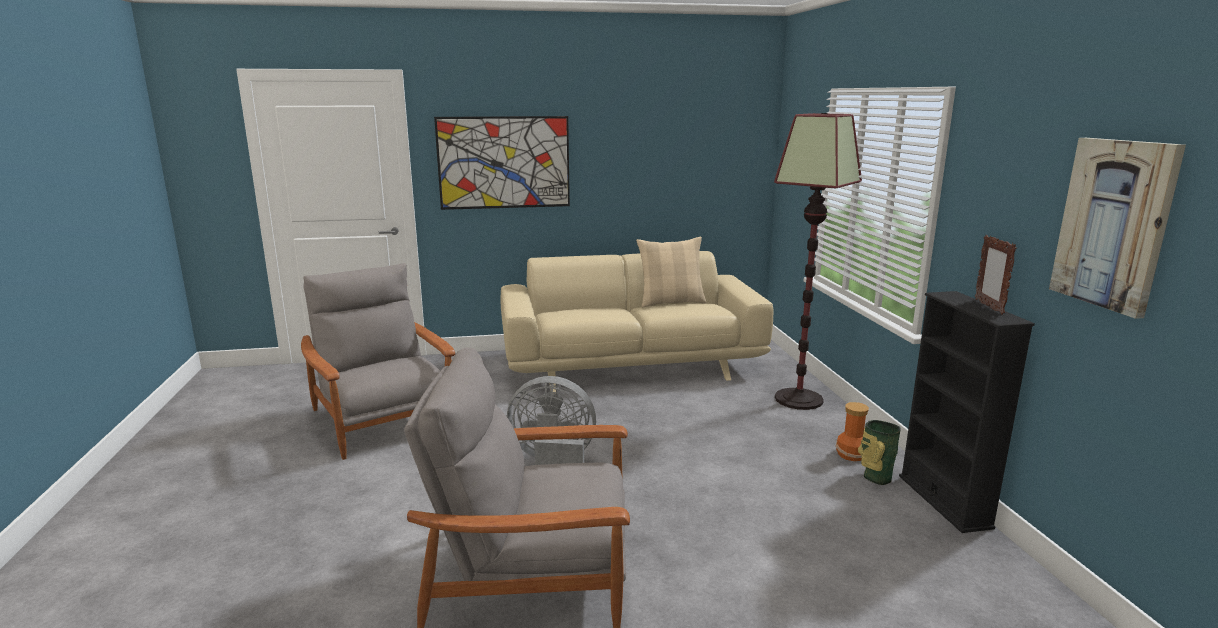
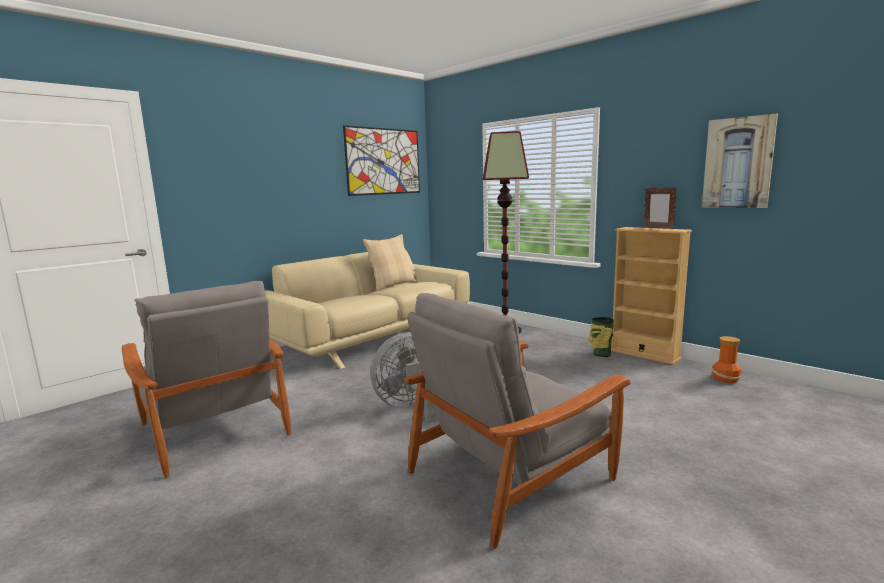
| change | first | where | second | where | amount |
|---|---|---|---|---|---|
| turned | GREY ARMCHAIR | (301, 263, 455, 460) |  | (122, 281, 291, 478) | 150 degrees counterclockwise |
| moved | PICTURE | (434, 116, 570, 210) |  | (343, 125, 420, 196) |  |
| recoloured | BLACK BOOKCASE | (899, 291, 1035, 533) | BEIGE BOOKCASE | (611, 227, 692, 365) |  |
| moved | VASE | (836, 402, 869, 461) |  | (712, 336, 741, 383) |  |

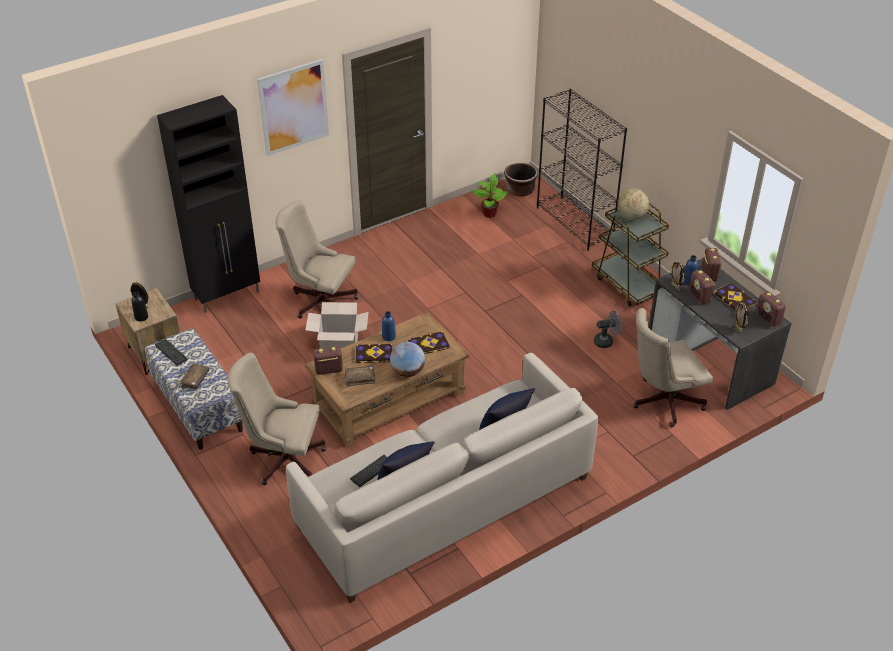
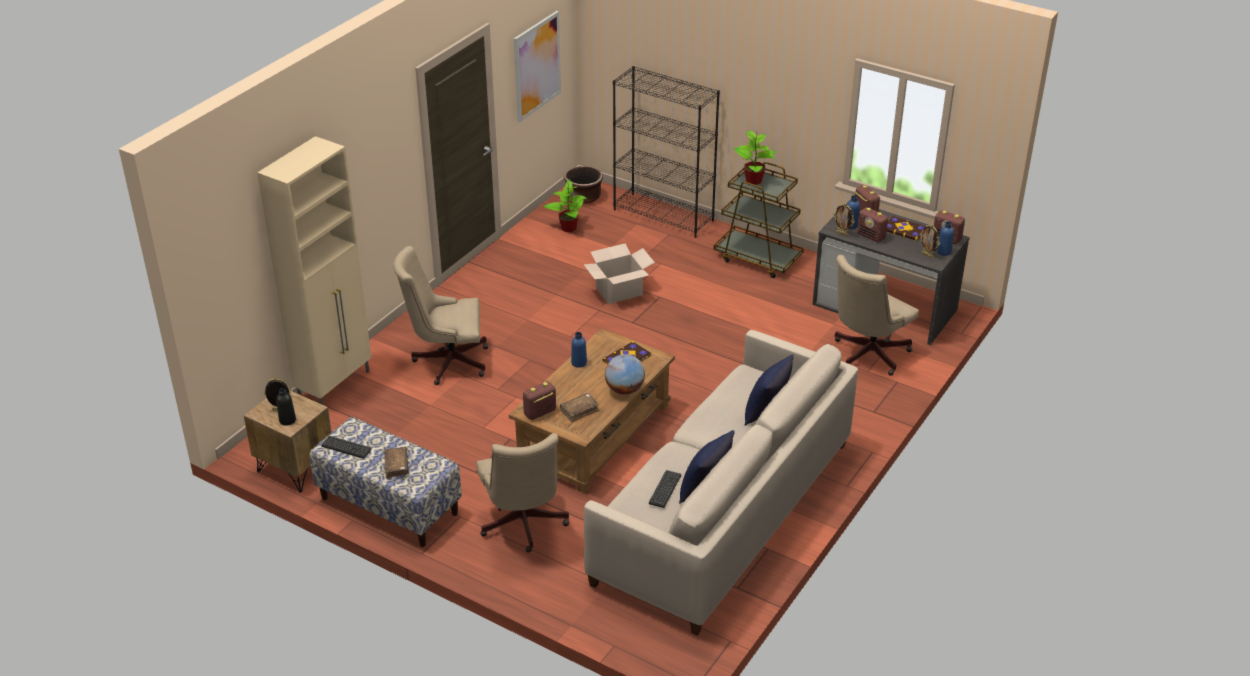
| change | first | where | second | where | amount |
|---|---|---|---|---|---|
| recoloured | BLACK CABINET | (157, 95, 260, 313) | BEIGE CABINET | (257, 136, 371, 405) |  |
| turned | BEIGE OFFICE CHAIR | (228, 353, 326, 485) |  | (477, 433, 569, 552) | 90 degrees counterclockwise |
| moved | PICTURE | (257, 59, 329, 156) |  | (514, 11, 561, 122) |  |
| moved | CARDBOARD BOX | (306, 302, 369, 349) |  | (584, 244, 655, 304) |  |
| replaced | GLOBE | (617, 188, 649, 220) | POTTED PLANT | (733, 130, 777, 185) |  |
| added |  |  | BLUE BOTTLE | (937, 221, 954, 256) |  |
| removed | BOOK | (356, 344, 393, 364) |  |  |  |
| removed | GREY FAN | (594, 310, 621, 348) |  |  |  |

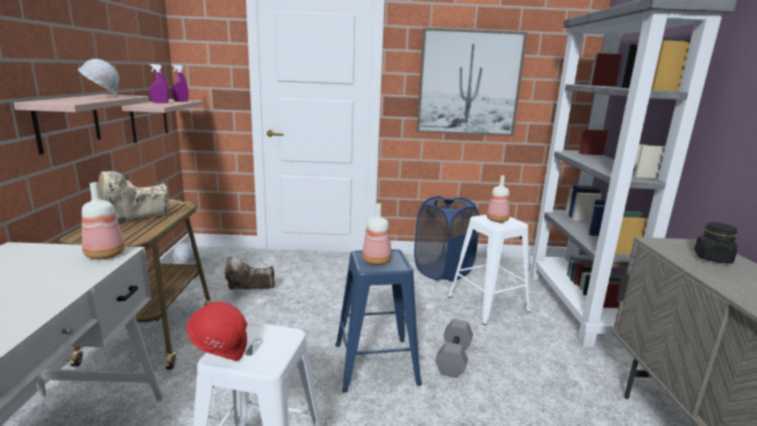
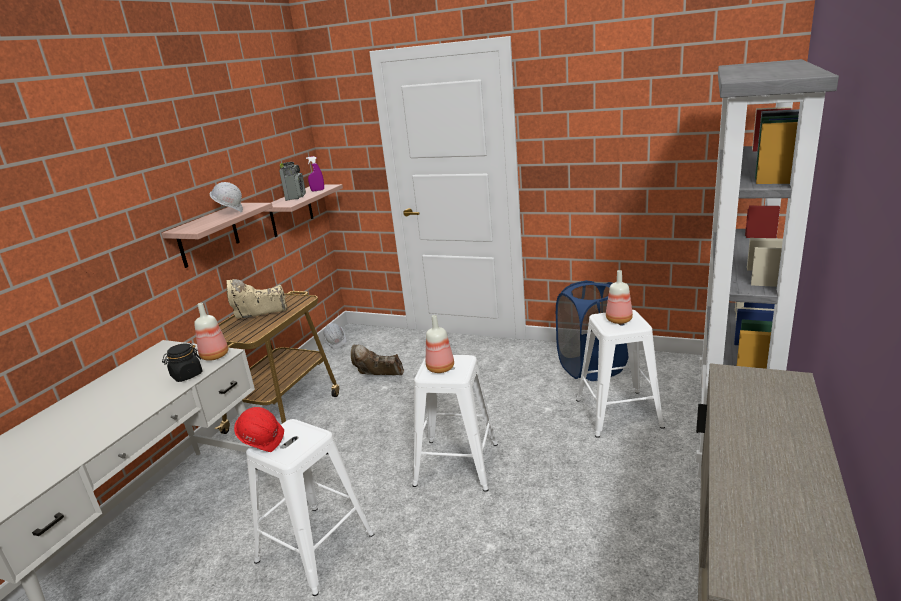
| change | first | where | second | where | amount |
|---|---|---|---|---|---|
| moved | BLACK JAR | (694, 222, 737, 264) |  | (162, 343, 203, 382) |  |
| replaced | PURPLE SPRAY BOTTLE | (149, 64, 169, 103) | RADIO | (279, 162, 306, 201) |  |
| recoloured | BLUE STOOL | (335, 249, 422, 392) | WHITE STOOL | (412, 355, 498, 492) |  |
| removed | PICTURE | (417, 28, 527, 136) |  |  |  |
| removed | GREY DUMBBELL | (435, 319, 473, 378) |  |  |  |

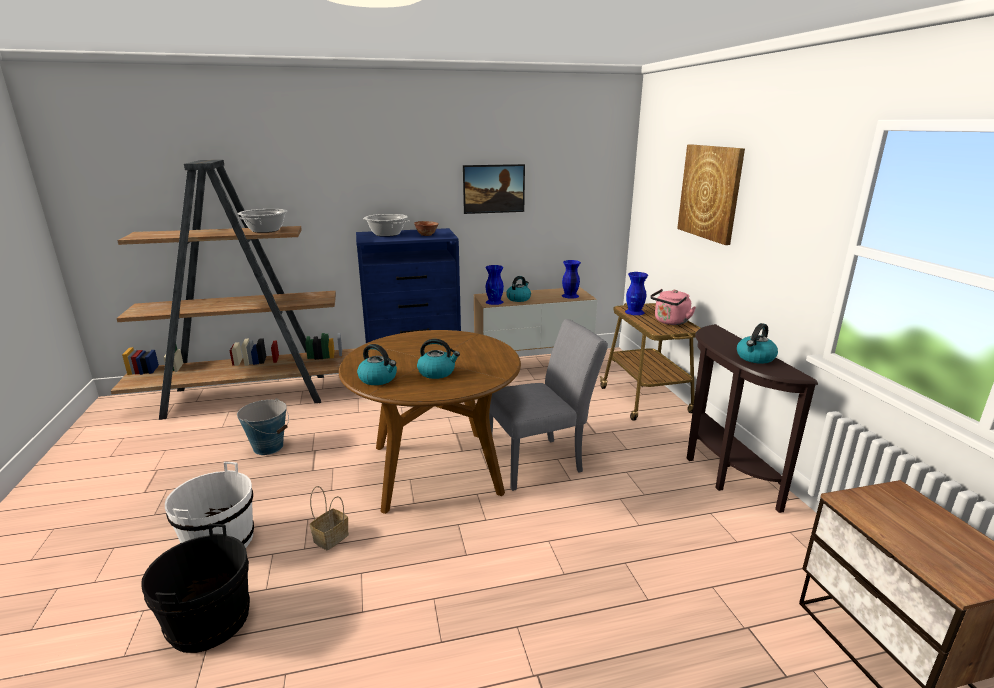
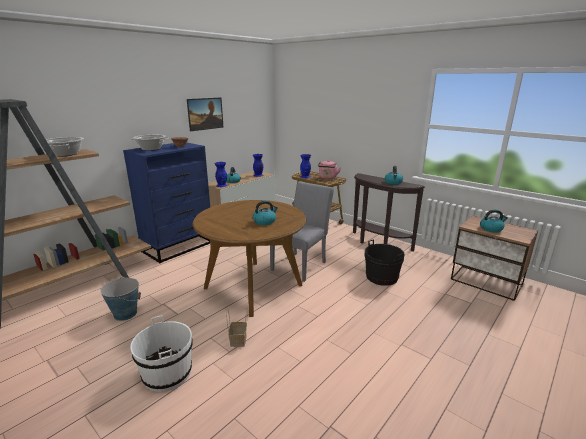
| change | first | where | second | where | amount |
|---|---|---|---|---|---|
| moved | BLACK BUCKET | (141, 524, 250, 653) |  | (365, 239, 404, 286) |  |
| moved | KETTLE | (357, 344, 397, 385) |  | (480, 210, 508, 233) |  |
| removed | PICTURE | (677, 144, 745, 245) |  |  |  |

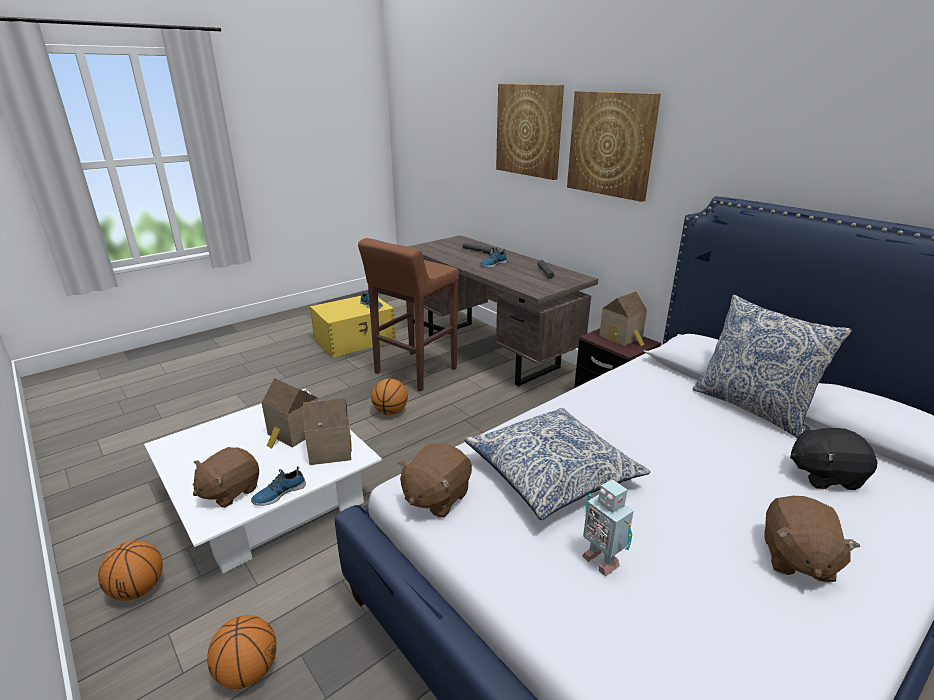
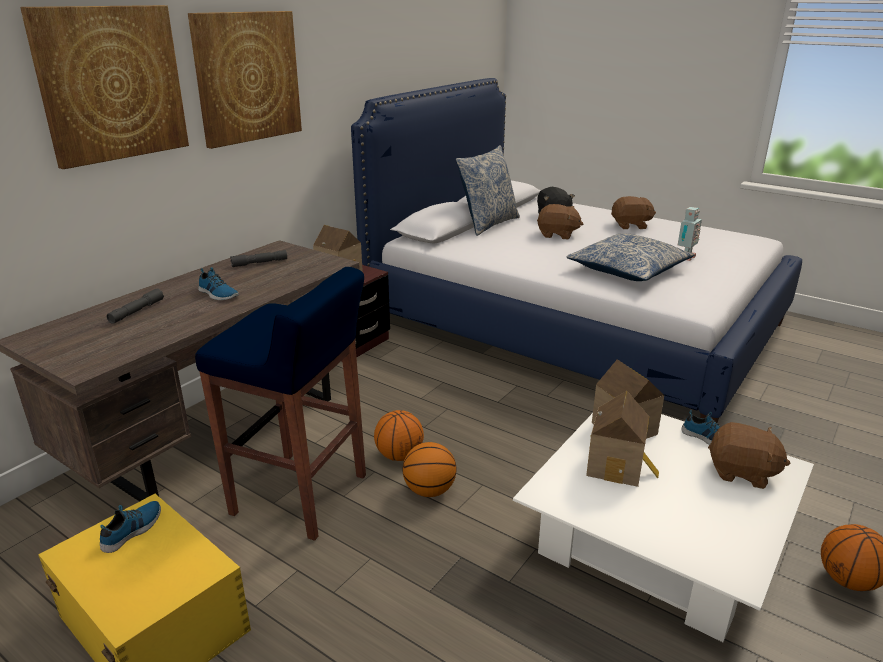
| change | first | where | second | where | amount |
|---|---|---|---|---|---|
| recoloured | BROWN STOOL | (358, 238, 459, 391) | BLUE STOOL | (195, 267, 366, 541) |  |
| moved | BASKETBALL | (207, 615, 277, 689) |  | (374, 410, 424, 461) |  |
| moved | BROWN PLUSH TOY | (398, 443, 472, 518) |  | (537, 204, 583, 239) |  |

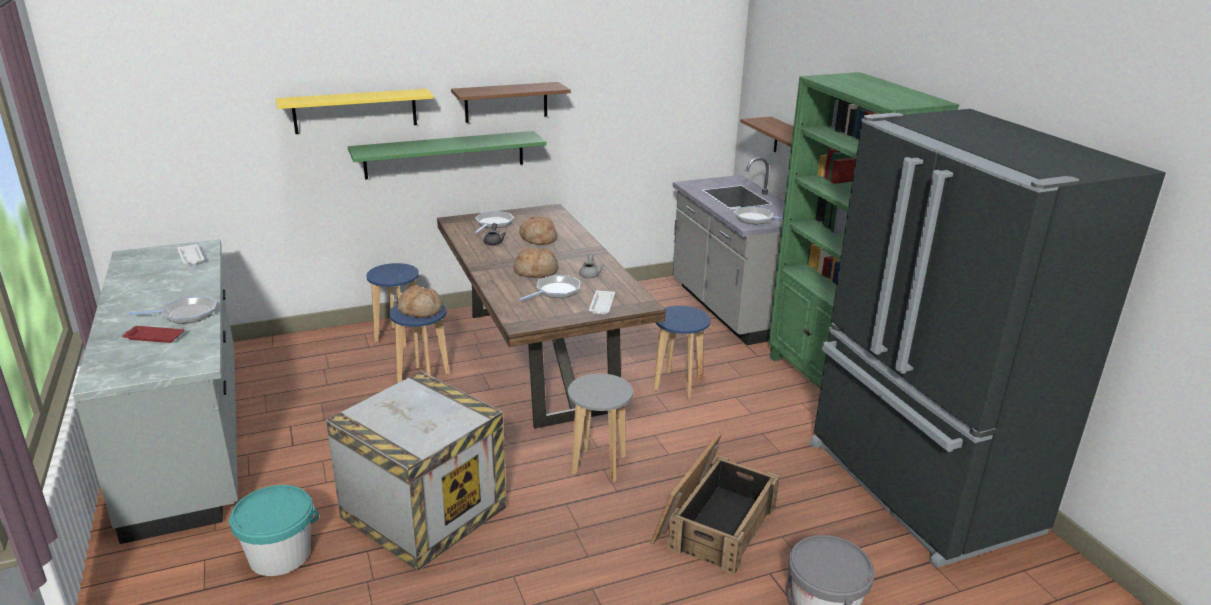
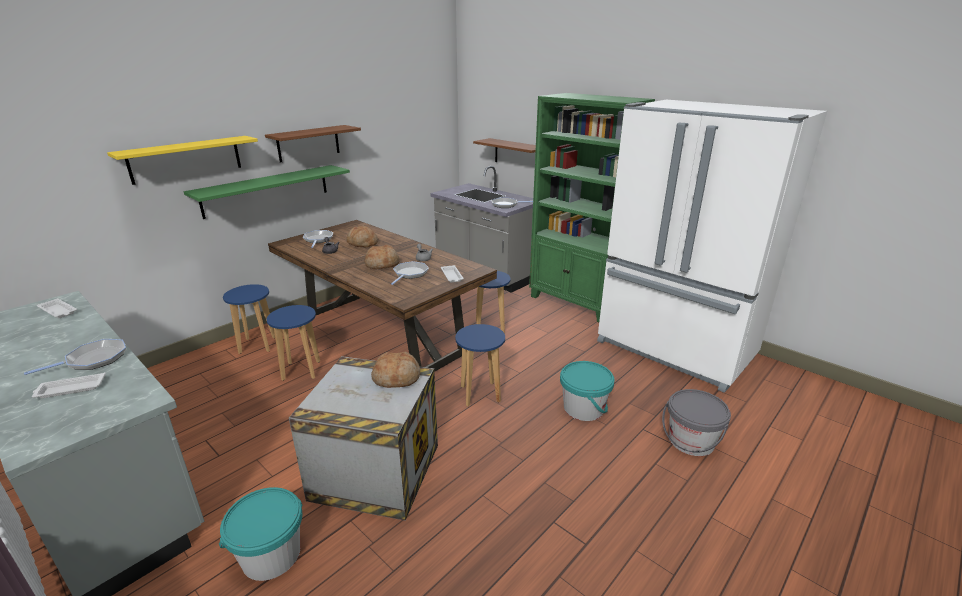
| change | first | where | second | where | amount |
|---|---|---|---|---|---|
| recoloured | RED TRAY | (122, 326, 185, 343) | WHITE TRAY | (32, 372, 106, 398) |  |
| moved | BREAD | (397, 285, 443, 318) |  | (371, 352, 420, 388) |  |
| recoloured | GREY STOOL | (568, 373, 633, 482) | BLUE STOOL | (455, 324, 505, 406) |  |
| replaced | CRATE | (650, 433, 780, 575) | TURQUOISE BUCKET | (560, 361, 615, 421) |  |
| recoloured | BLACK FRIDGE | (810, 109, 1166, 568) | WHITE FRIDGE | (597, 100, 827, 393) |  |

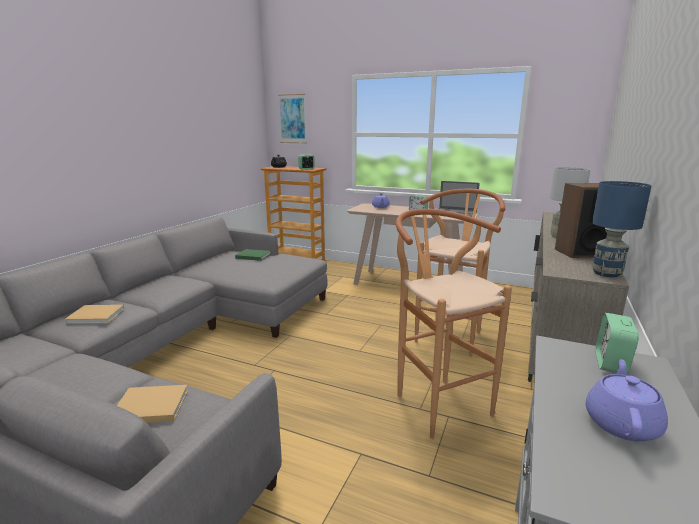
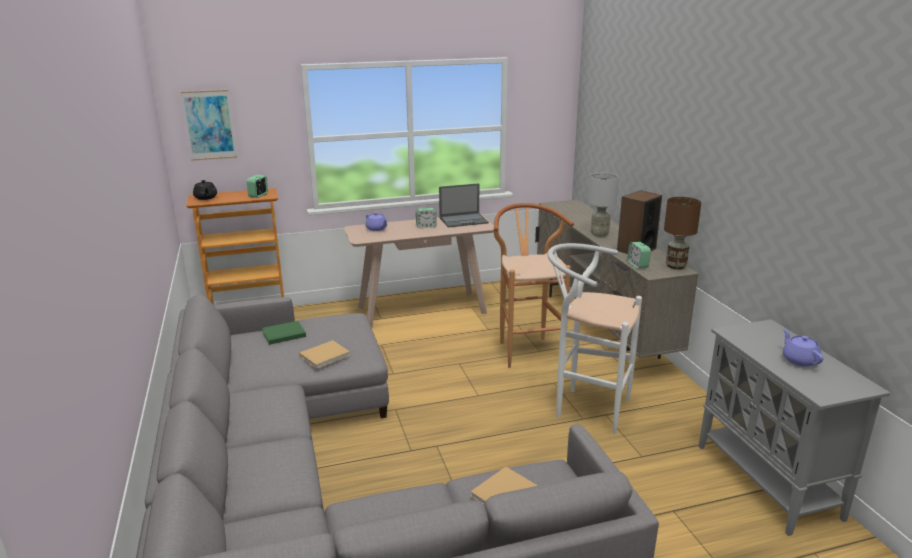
| change | first | where | second | where | amount |
|---|---|---|---|---|---|
| moved | BEIGE BOOK | (65, 305, 124, 324) |  | (299, 340, 350, 369) |  |
| recoloured | BROWN STOOL | (396, 209, 512, 439) | WHITE STOOL | (547, 243, 642, 434) |  |
| moved | ALARM CLOCK | (595, 313, 639, 375) |  | (627, 242, 651, 269) |  |
| recoloured | BLUE TABLE LAMP | (592, 181, 652, 277) | BROWN TABLE LAMP | (664, 197, 701, 269) |  |

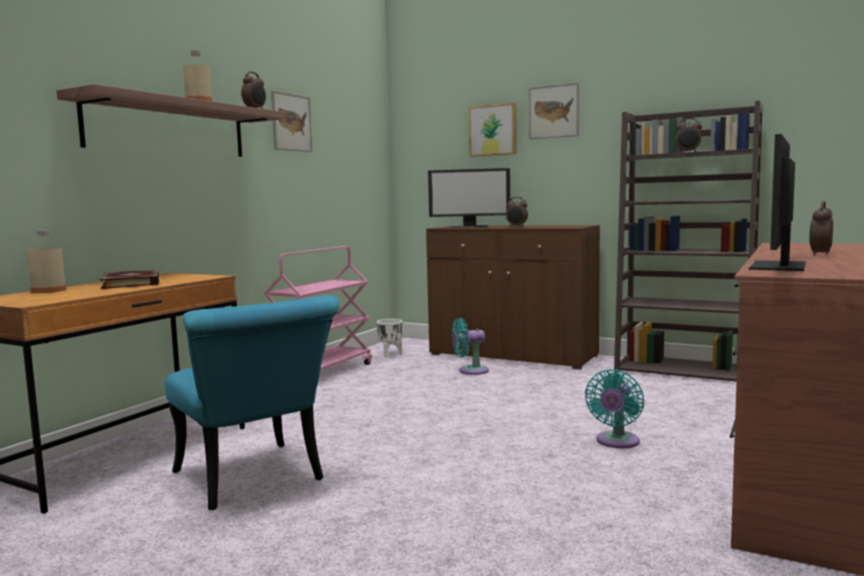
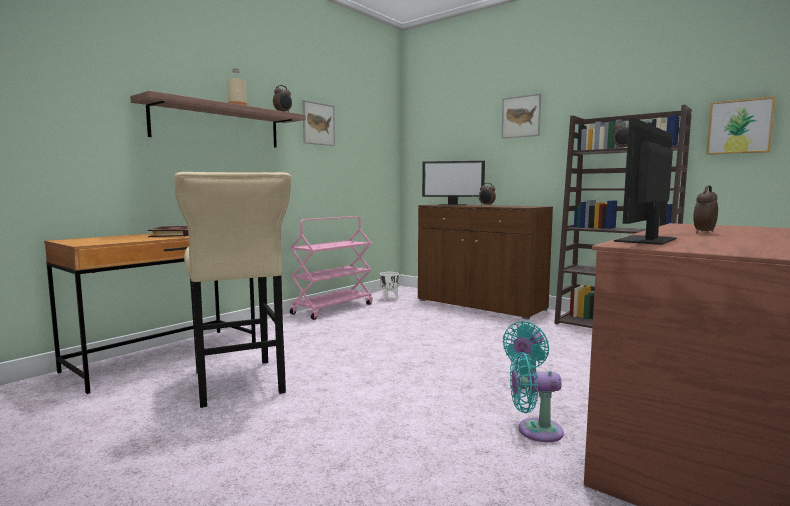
| change | first | where | second | where | amount |
|---|---|---|---|---|---|
| replaced | TURQUOISE CHAIR | (165, 295, 339, 510) | BEIGE STOOL | (174, 172, 291, 408) |  |
| moved | TURQUOISE FAN | (452, 318, 489, 375) |  | (510, 352, 564, 442) |  |
| moved | PICTURE | (469, 103, 517, 156) |  | (706, 96, 776, 155) |  |
| removed | BEIGE BOTTLE | (27, 231, 67, 293) |  |  |  |

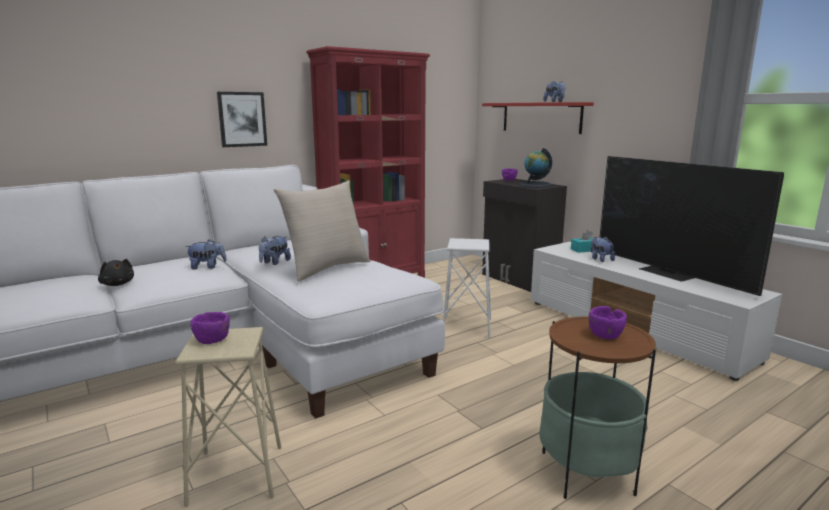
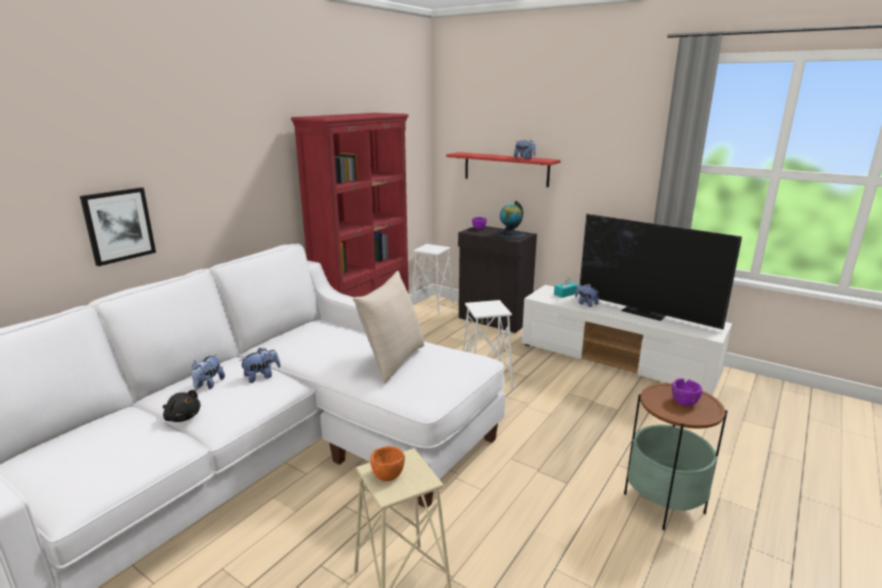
| change | first | where | second | where | amount |
|---|---|---|---|---|---|
| moved | PICTURE | (217, 92, 267, 147) |  | (80, 187, 156, 266) |  |
| moved | PLUSH TOY | (259, 236, 291, 265) |  | (191, 354, 225, 391) |  |
| recoloured | PURPLE BOWL | (190, 312, 230, 344) | ORANGE BOWL | (370, 446, 405, 481) |  |
| added |  |  | WHITE STOOL | (411, 244, 454, 314) |  |

